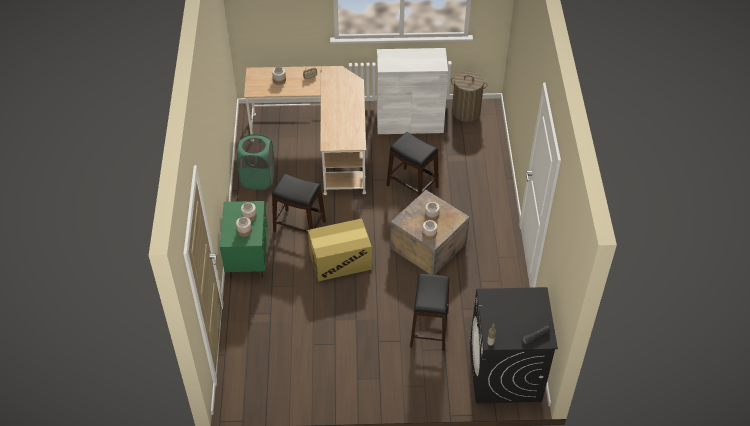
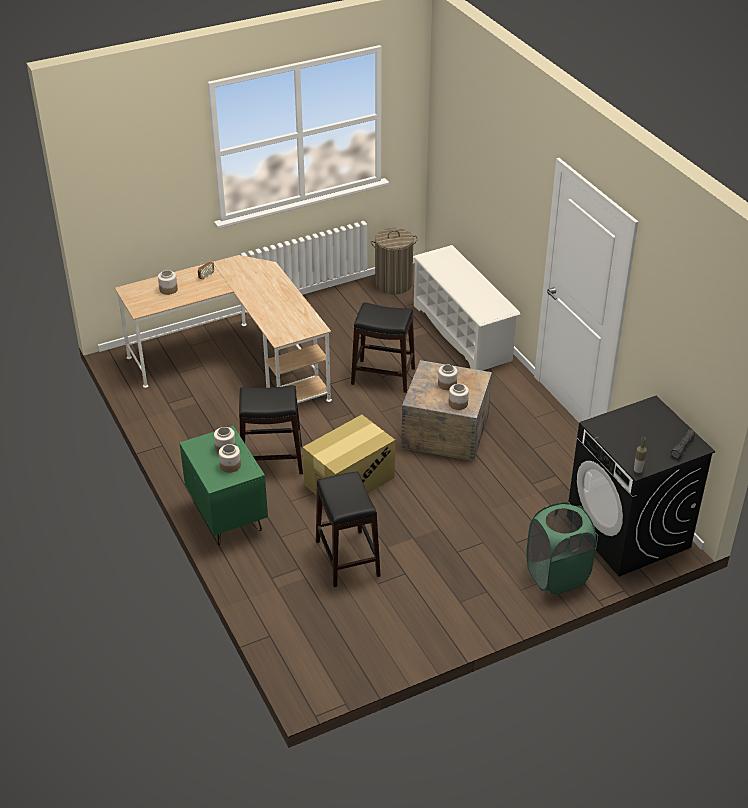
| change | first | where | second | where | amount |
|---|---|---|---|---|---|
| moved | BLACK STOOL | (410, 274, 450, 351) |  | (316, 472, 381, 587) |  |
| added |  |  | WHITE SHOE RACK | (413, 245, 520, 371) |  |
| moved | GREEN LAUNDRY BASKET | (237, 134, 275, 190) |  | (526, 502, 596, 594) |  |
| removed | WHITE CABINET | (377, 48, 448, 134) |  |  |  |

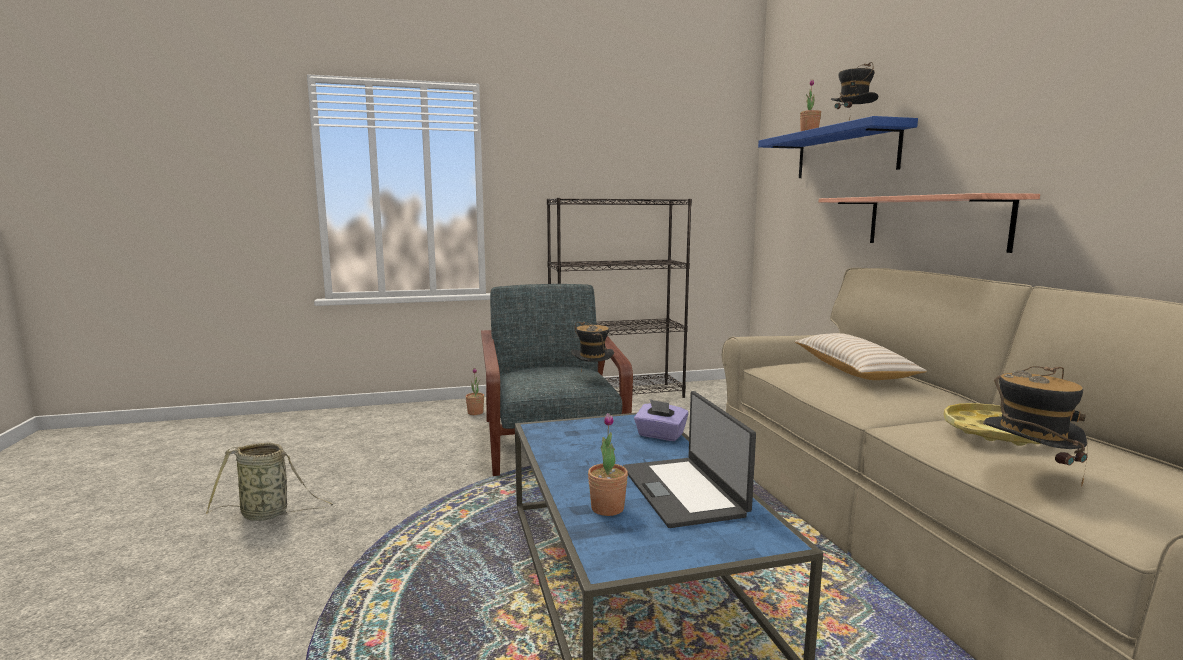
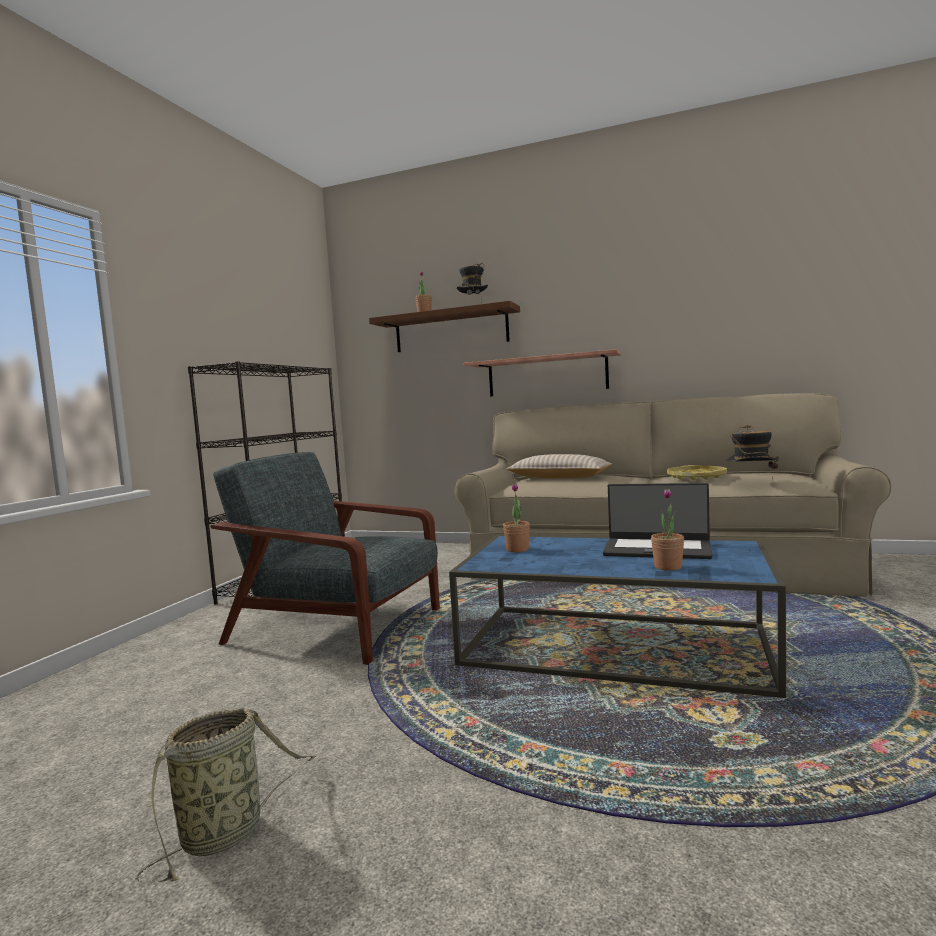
| change | first | where | second | where | amount |
|---|---|---|---|---|---|
| recoloured | BLUE SHELF | (758, 116, 918, 178) | BROWN SHELF | (369, 301, 520, 352) |  |
| moved | POTTED PLANT | (466, 368, 484, 415) |  | (503, 483, 530, 552) |  |
| removed | HAT | (571, 322, 614, 372) |  |  |  |
| removed | PURPLE TISSUE BOX | (634, 399, 689, 441) |  |  |  |

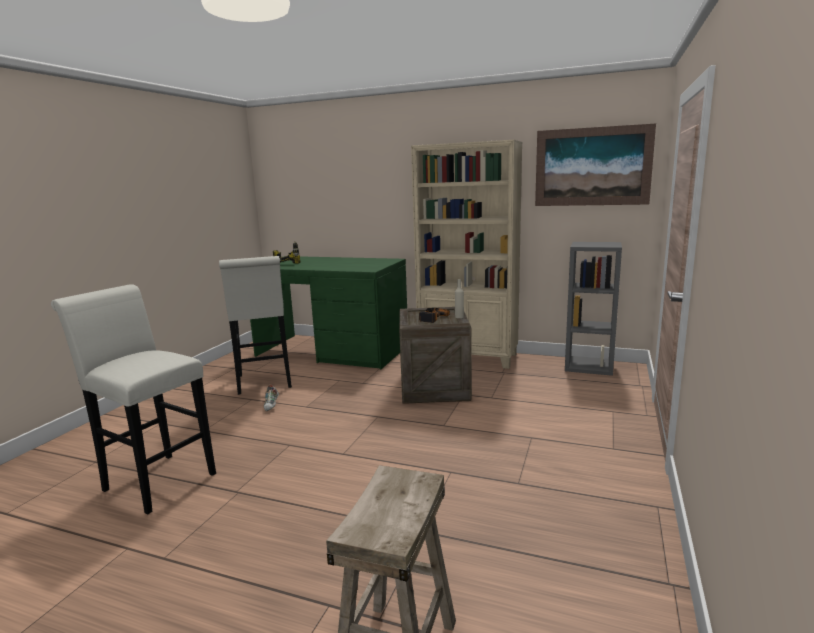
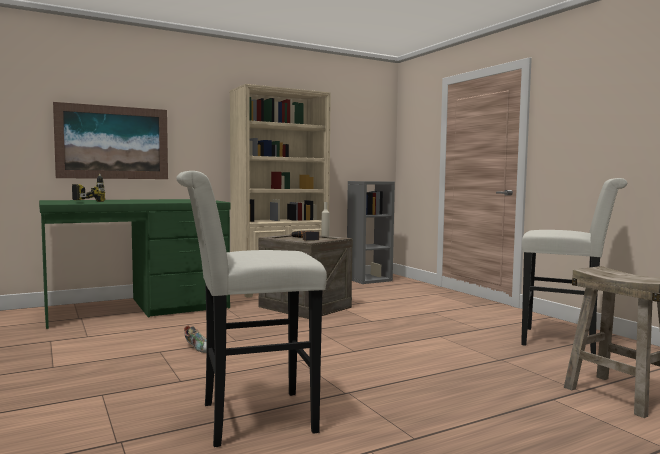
| change | first | where | second | where | amount |
|---|---|---|---|---|---|
| moved | PICTURE | (535, 124, 656, 206) |  | (53, 102, 168, 179) |  |
| moved | WHITE STOOL | (219, 256, 292, 395) |  | (521, 178, 627, 355) |  |

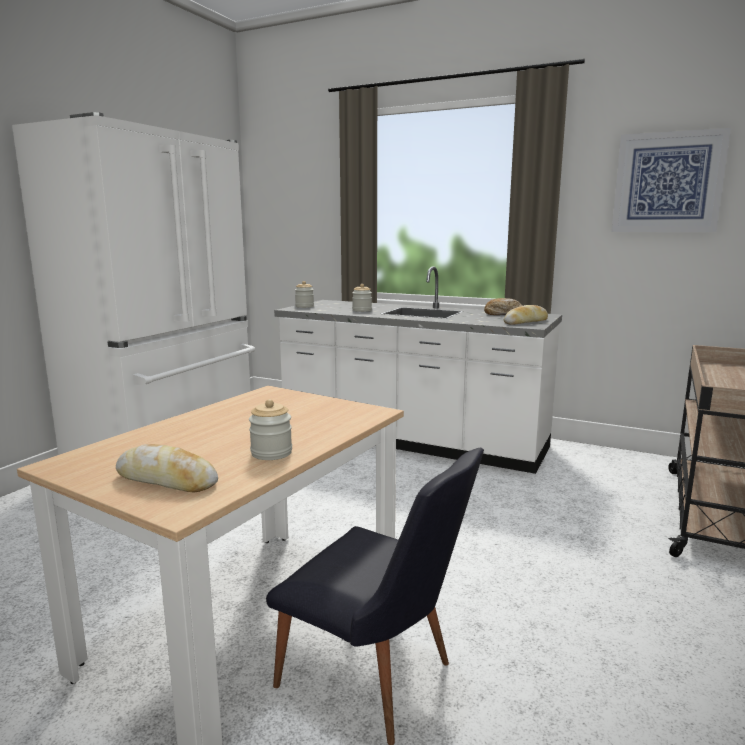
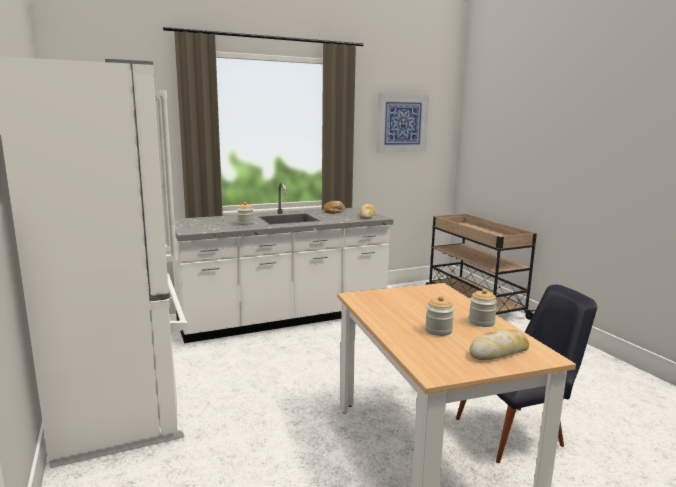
| change | first | where | second | where | amount |
|---|---|---|---|---|---|
| moved | JAR | (295, 281, 314, 308) |  | (425, 296, 454, 336) |  |

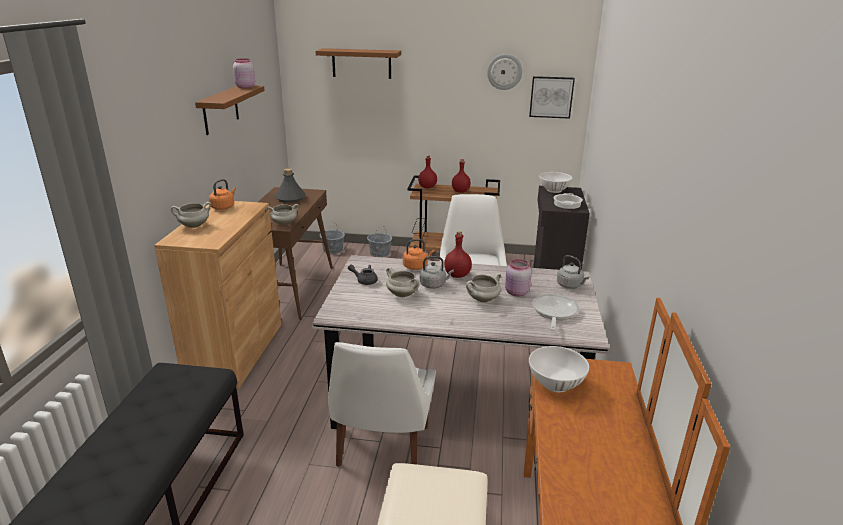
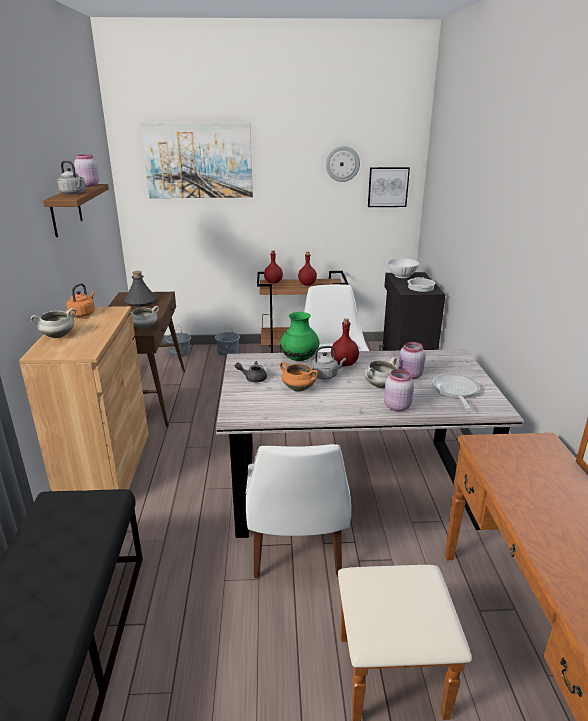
| change | first | where | second | where | amount |
|---|---|---|---|---|---|
| moved | GREY KETTLE | (557, 255, 589, 289) |  | (57, 160, 86, 195) |  |
| replaced | BROWN SHELF | (315, 48, 401, 79) | PICTURE | (141, 123, 253, 198) |  |
| replaced | ORANGE KETTLE | (403, 239, 435, 270) | GREEN VASE | (280, 312, 319, 361) |  |
| recoloured | WHITE COOKING POT | (386, 267, 419, 297) | ORANGE COOKING POT | (280, 361, 319, 392) |  |
| added |  |  | PINK JAR | (384, 369, 414, 411) |  |
| removed | WHITE BOWL | (529, 346, 589, 392) |  |  |  |

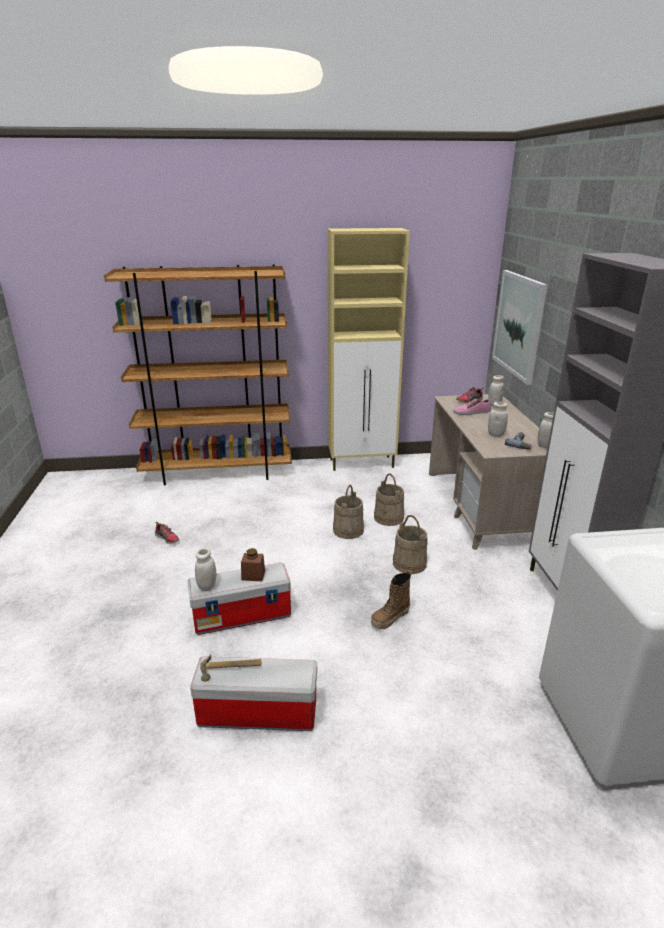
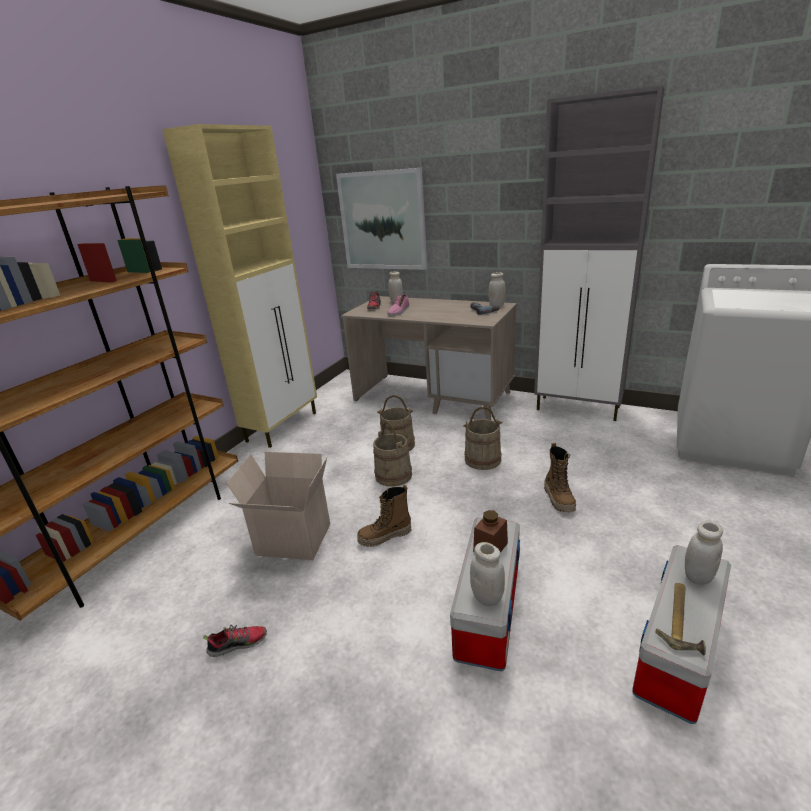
| change | first | where | second | where | amount |
|---|---|---|---|---|---|
| added |  |  | CARDBOARD BOX | (227, 452, 330, 560) |  |
| added |  |  | BOOT | (357, 485, 411, 547) |  |
| moved | WHITE JAR | (488, 402, 508, 437) |  | (685, 520, 723, 585) |  |

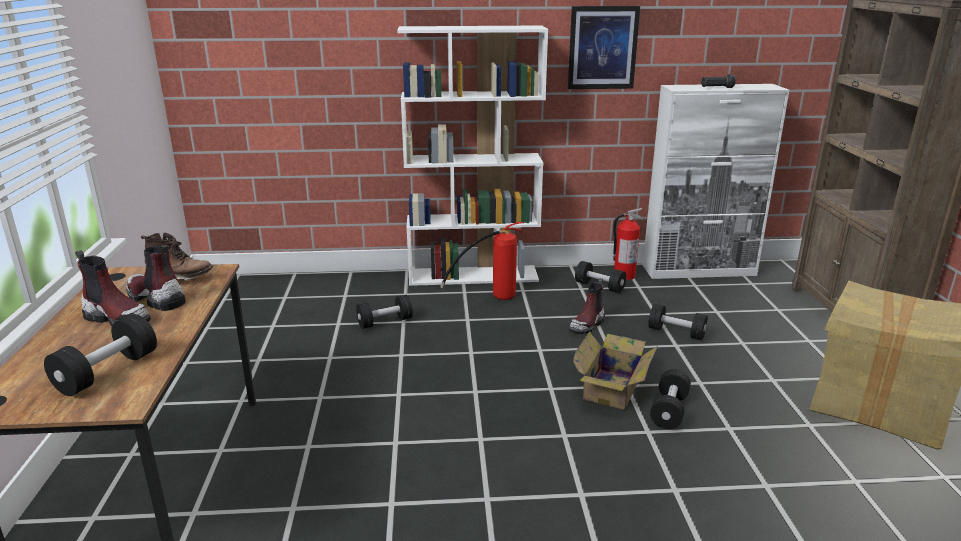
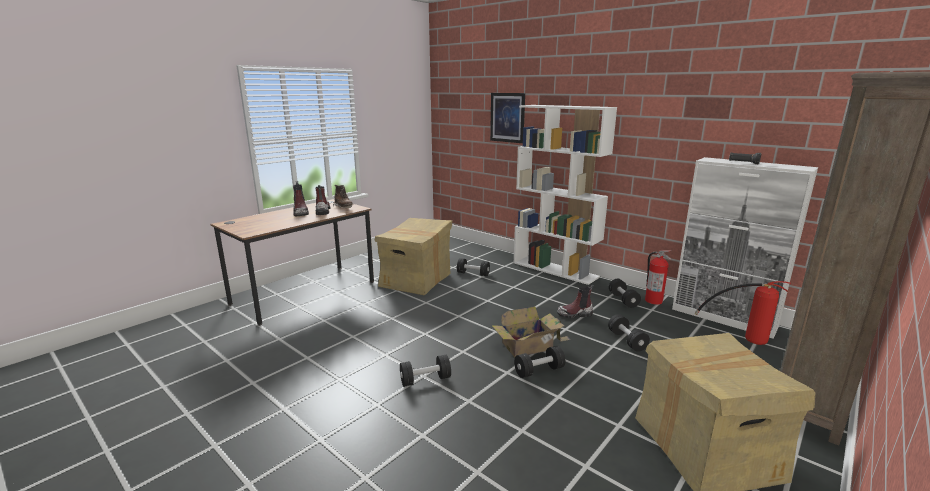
| change | first | where | second | where | amount |
|---|---|---|---|---|---|
| added |  |  | CARDBOARD BOX | (375, 218, 452, 296) |  |
| moved | BLACK DUMBBELL | (44, 314, 157, 396) |  | (400, 355, 451, 387) |  |
| moved | PICTURE | (568, 6, 640, 89) |  | (490, 93, 525, 143) |  |
| moved | FIRE EXTINGUISHER | (440, 222, 524, 300) |  | (695, 281, 791, 345) |  |

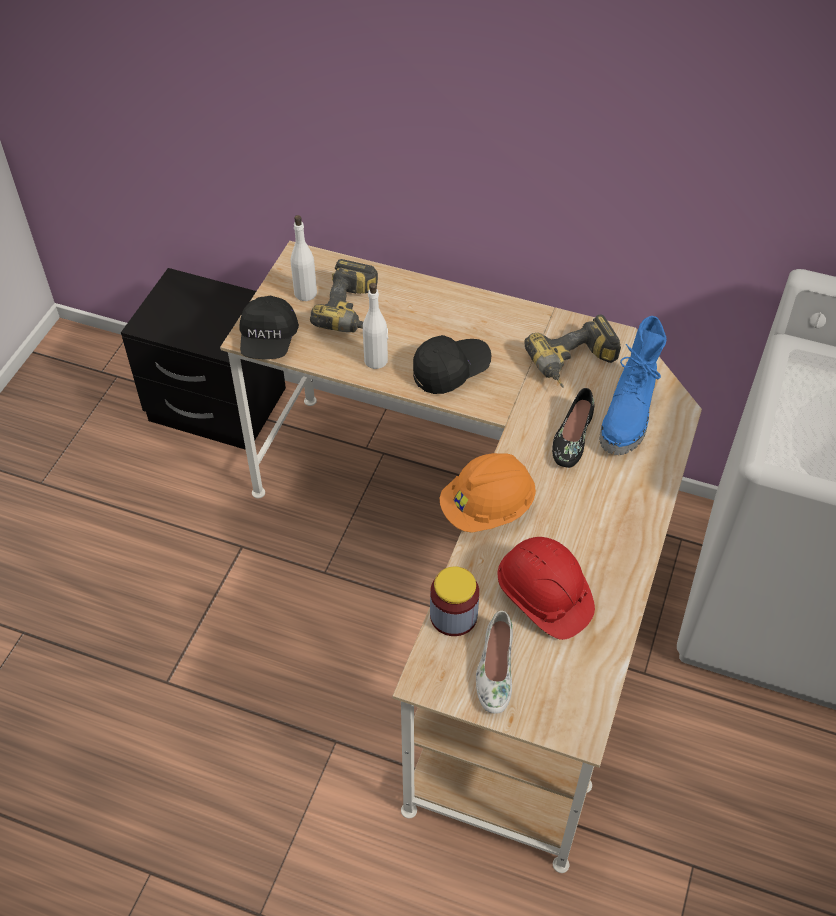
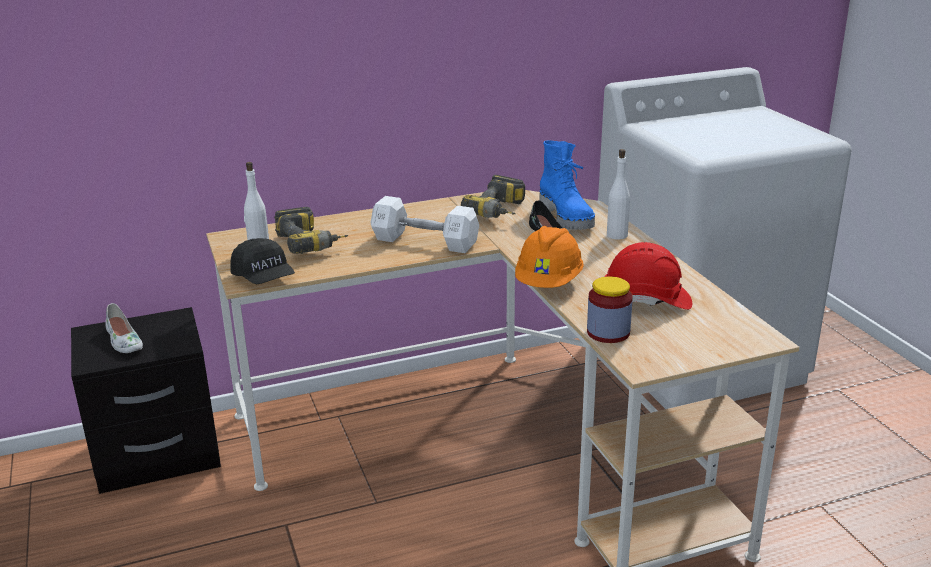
| change | first | where | second | where | amount |
|---|---|---|---|---|---|
| moved | WHITE SHOE | (476, 611, 513, 713) |  | (105, 303, 143, 353) |  |
| replaced | BLACK CAP | (413, 335, 491, 394) | WHITE DUMBBELL | (370, 196, 479, 253) |  |
| moved | WHITE BOTTLE | (363, 283, 388, 369) |  | (607, 149, 630, 239) |  |

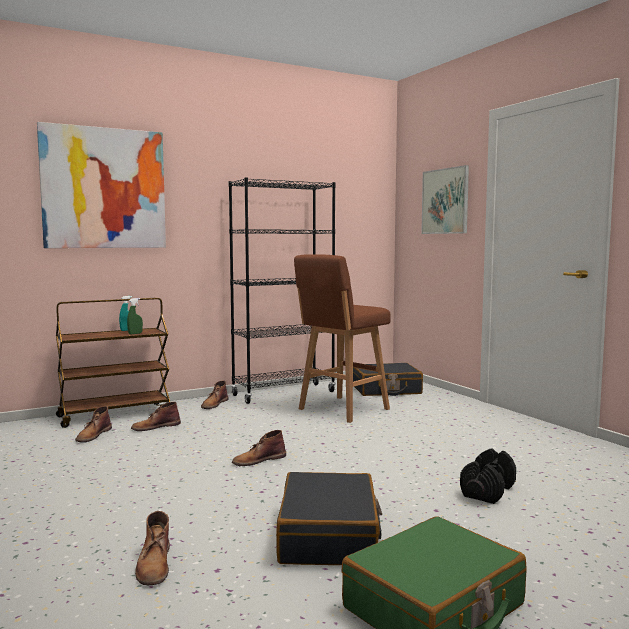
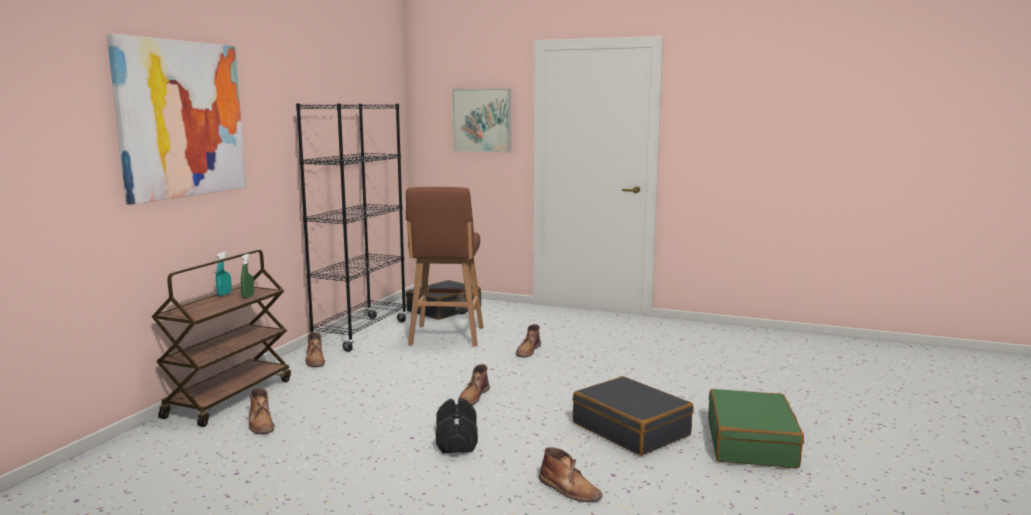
| change | first | where | second | where | amount |
|---|---|---|---|---|---|
| moved | BLACK DUMBBELL | (460, 449, 516, 504) |  | (436, 398, 478, 453) |  |
| moved | BROWN BOOT | (131, 402, 181, 431) |  | (516, 324, 541, 357) |  |

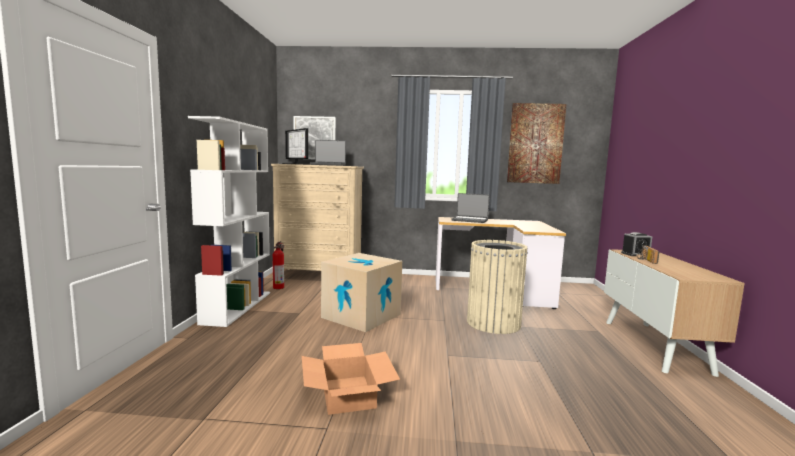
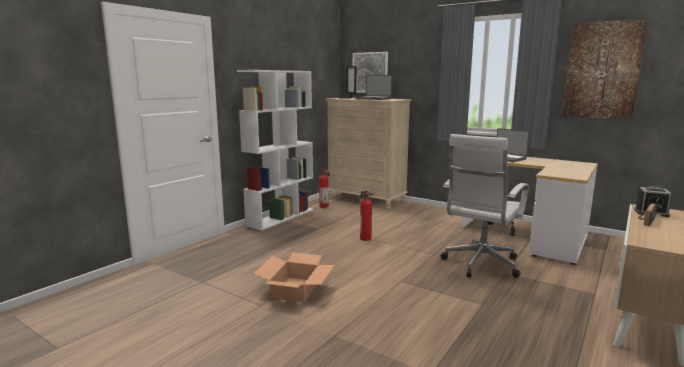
| change | first | where | second | where | amount |
|---|---|---|---|---|---|
| replaced | CARDBOARD BOX | (321, 253, 402, 332) | FIRE EXTINGUISHER | (357, 191, 373, 241) |  |
| replaced | BEIGE TRASH CAN | (467, 240, 528, 334) | WHITE OFFICE CHAIR | (441, 134, 529, 278) |  |

